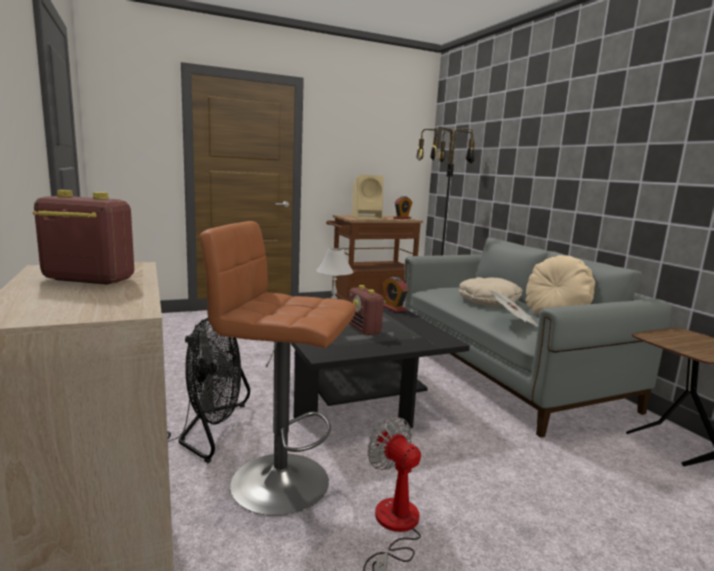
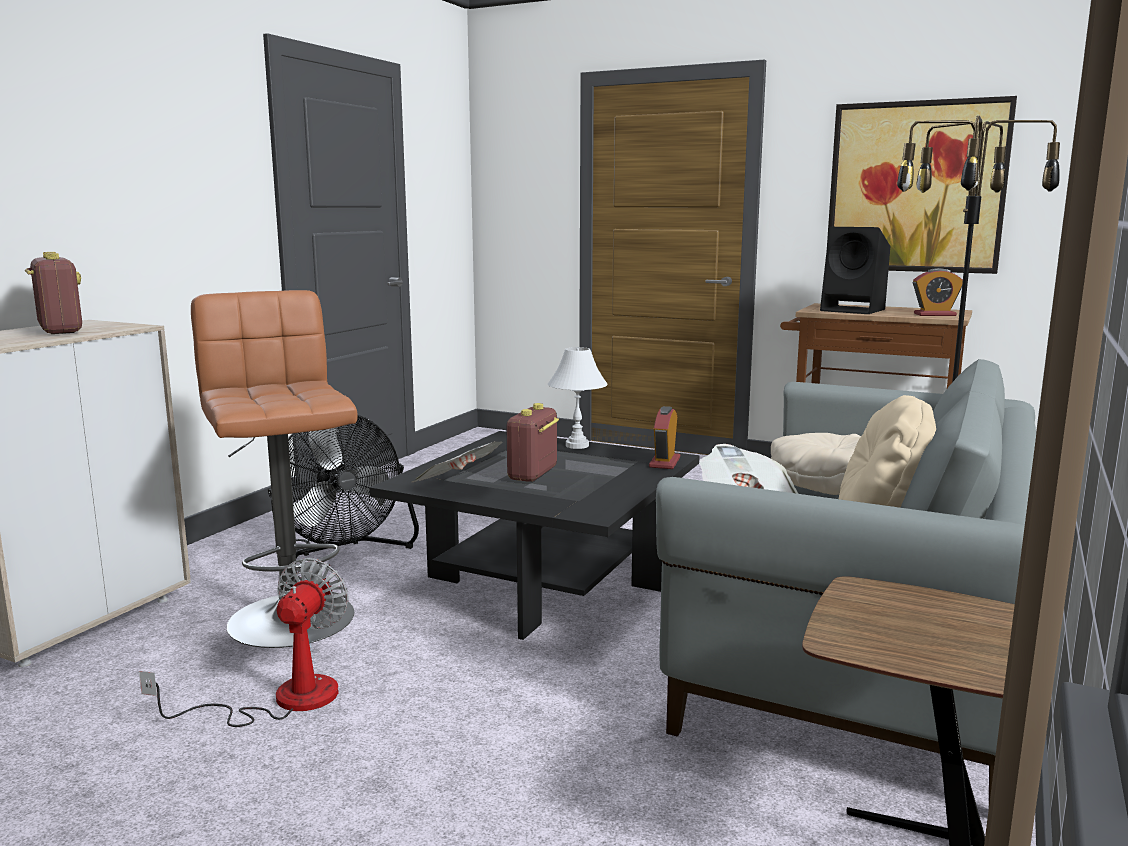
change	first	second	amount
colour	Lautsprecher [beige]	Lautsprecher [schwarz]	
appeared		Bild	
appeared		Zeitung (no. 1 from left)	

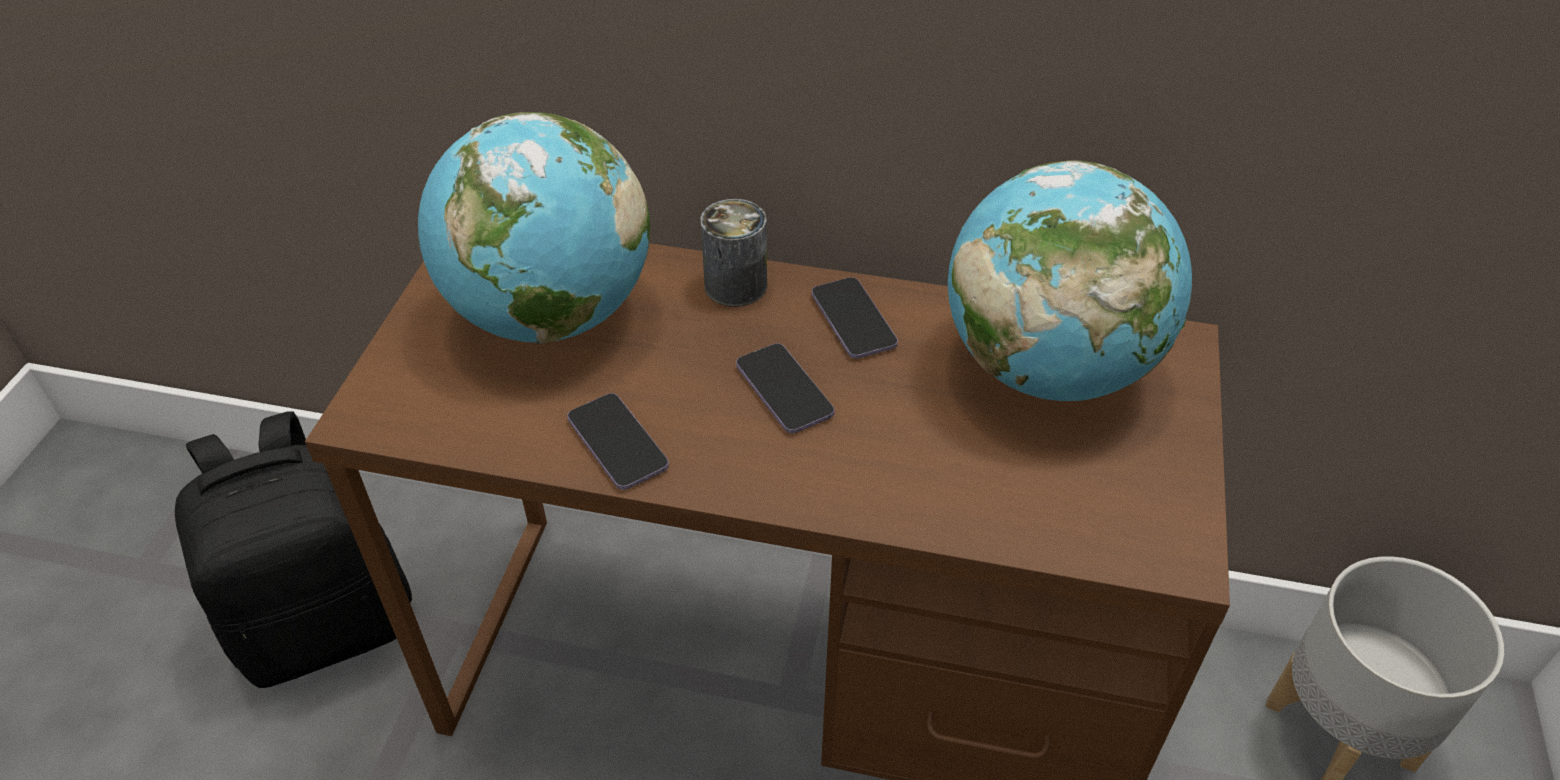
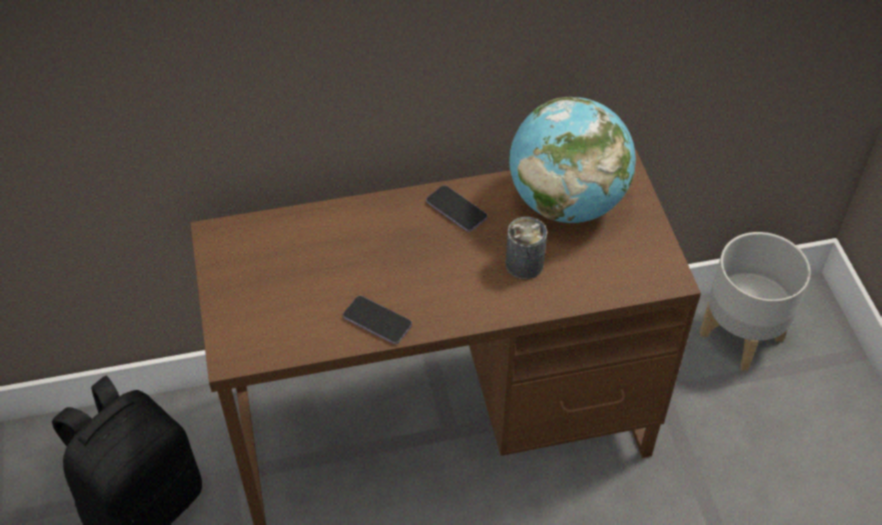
change	first	second	amount
missing	Globus (no. 1 from left)		
relocated	Dose		
missing	Handy (no. 2 from left)		

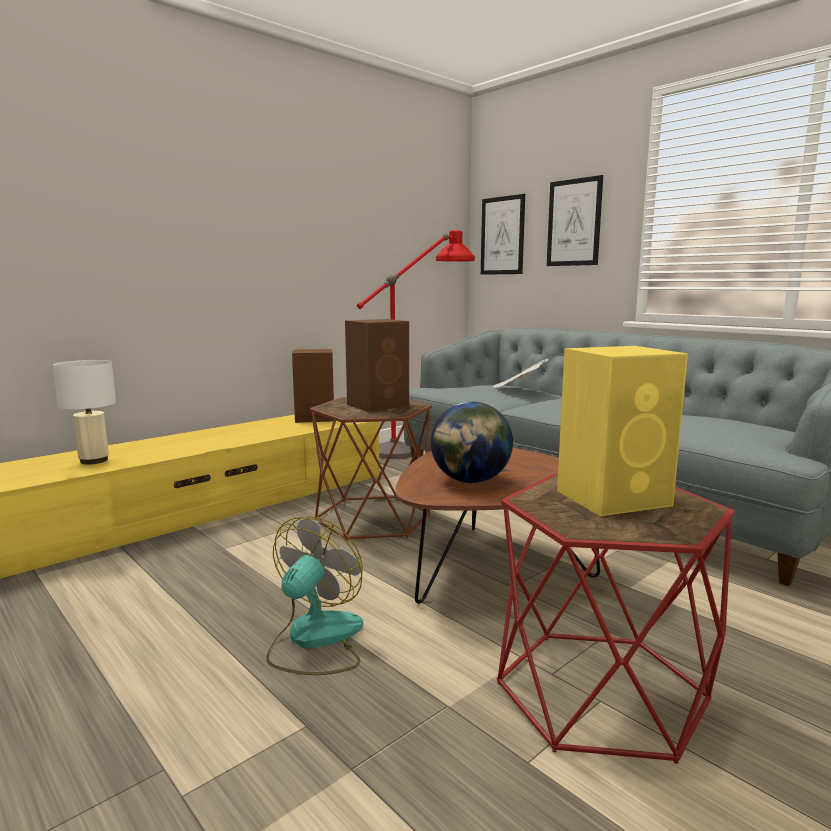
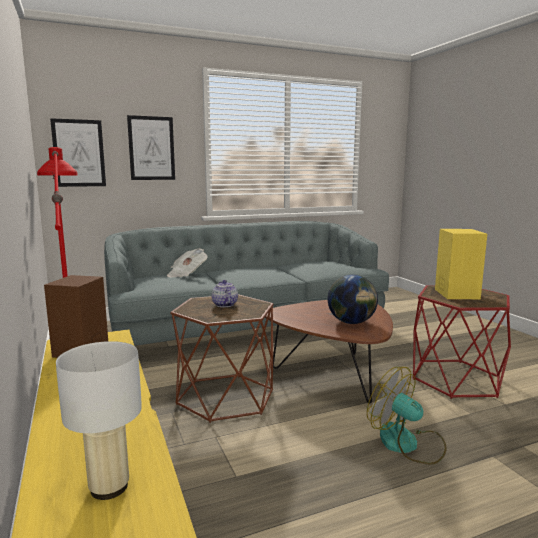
change	first	second	amount
exchanged	Lautsprecher [braun] (no. 2 from left)	Teekanne	

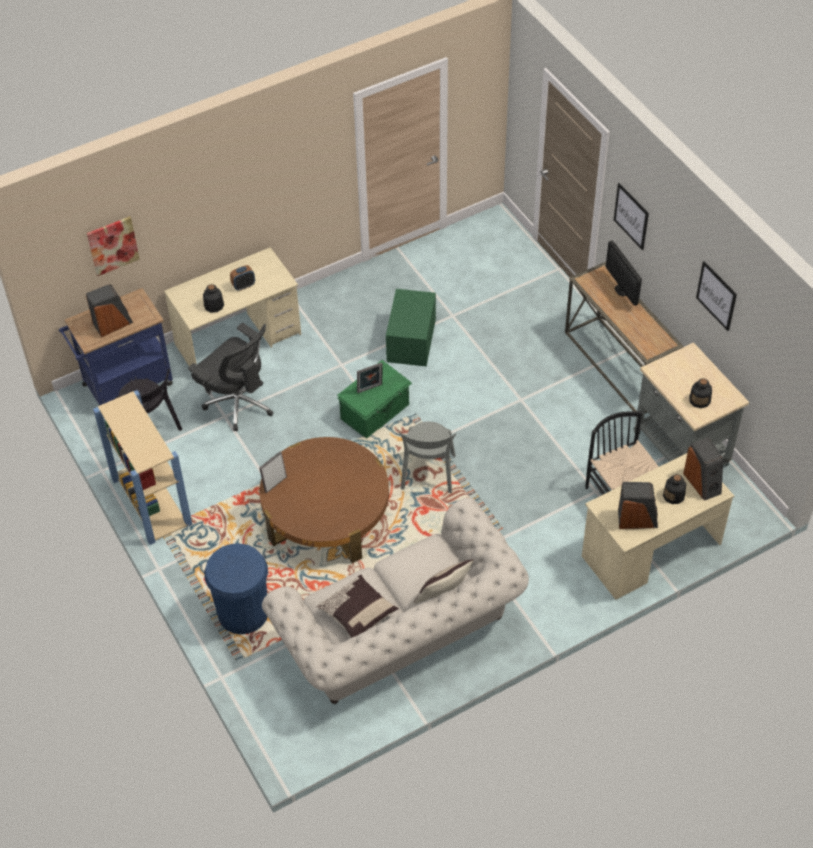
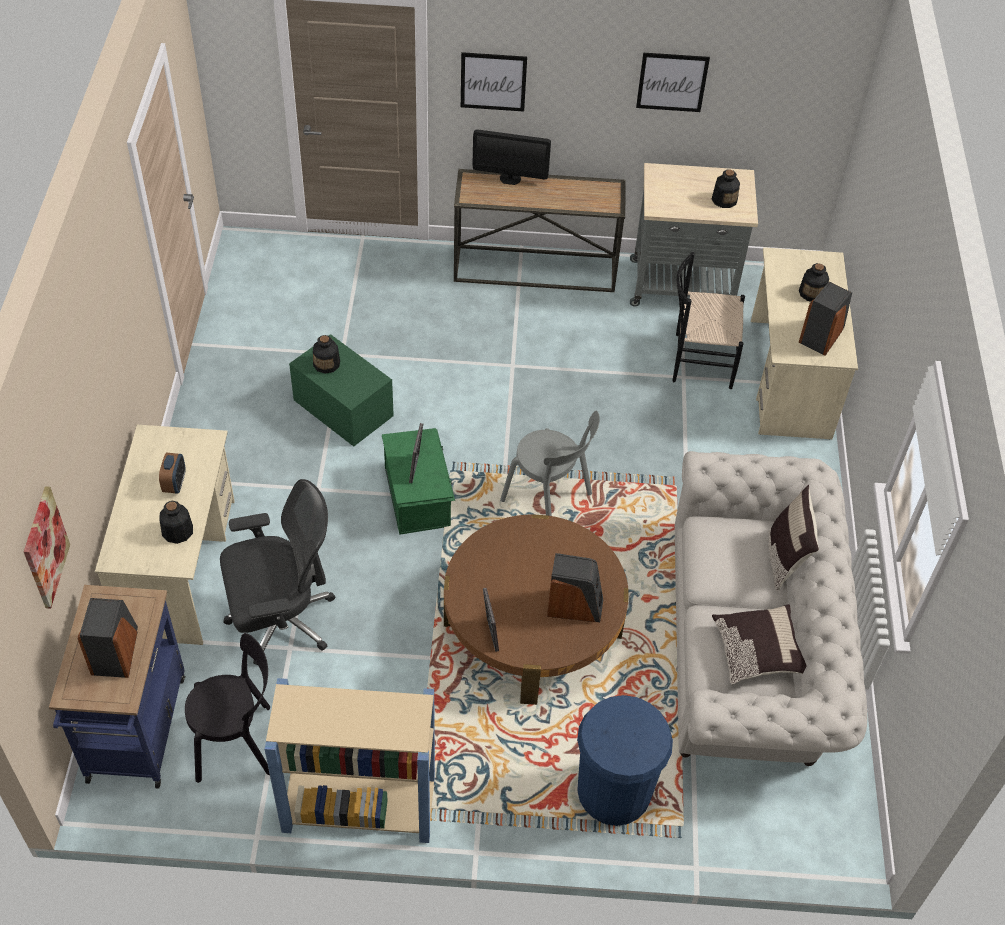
change	first	second	amount
relocated	Lautsprecher (no. 3 from left in the first image)	Lautsprecher (no. 2 from left)	
appeared		Flasche (no. 2 from left)	

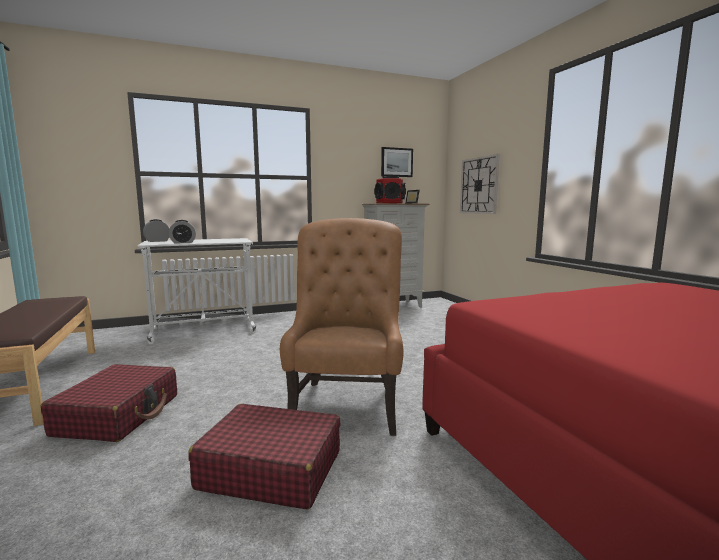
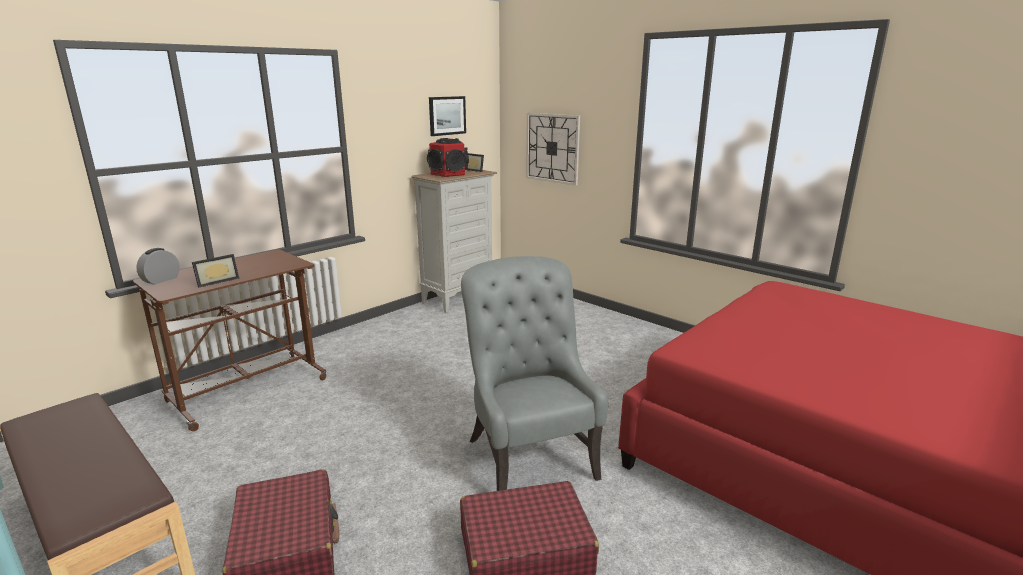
change	first	second	amount
colour	Stuhl [braun]	Stuhl [grau]	
exchanged	Wecker (no. 2 from left)	Bilderrahmen (no. 1 from left)	
colour	Schreibtisch [weiß]	Schreibtisch [braun]	

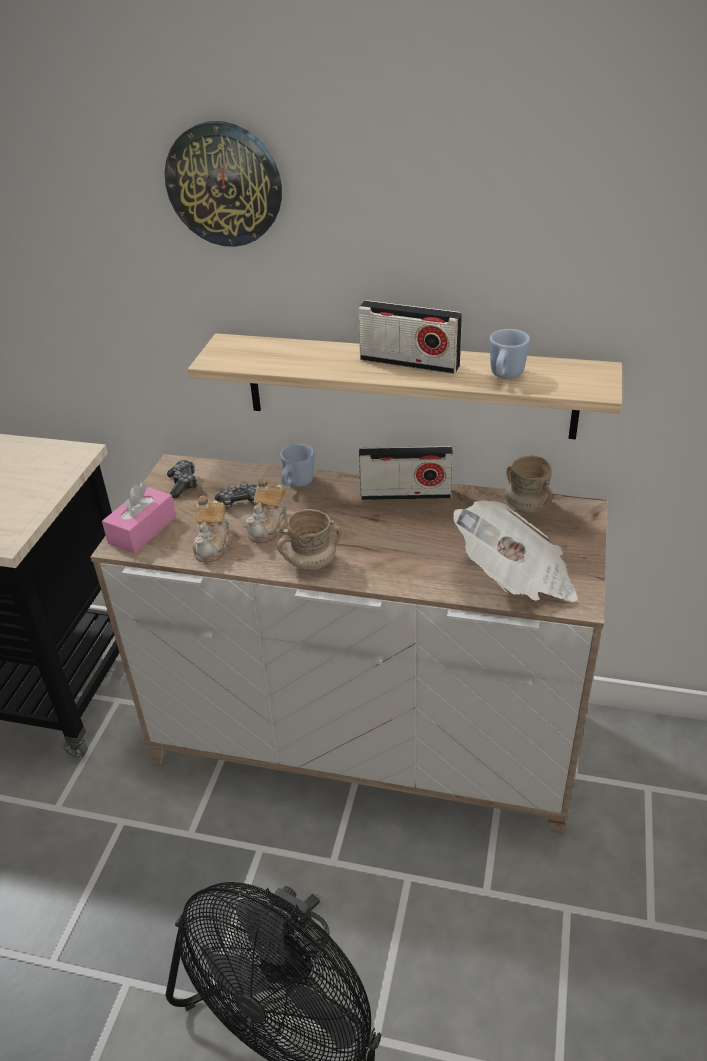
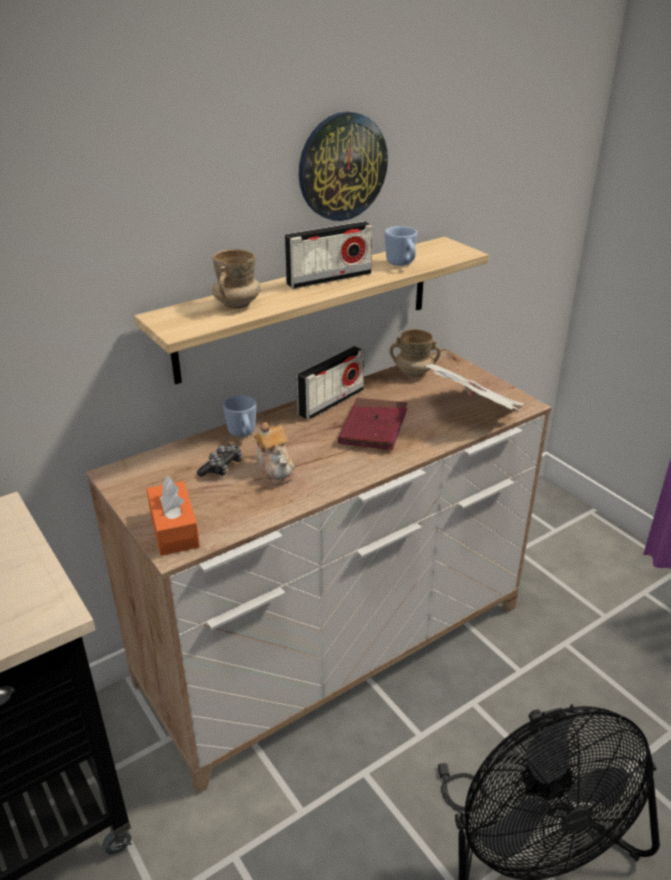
change	first	second	amount
relocated	Wanduhr		
missing	Gamepad (no. 1 from left)		
colour	Taschentuchbox [rosa]	Taschentuchbox [orange]	
missing	Teekanne (no. 1 from left)		
relocated	Henkelbecher [beige] (no. 1 from left)		
appeared		Buch [rot]	

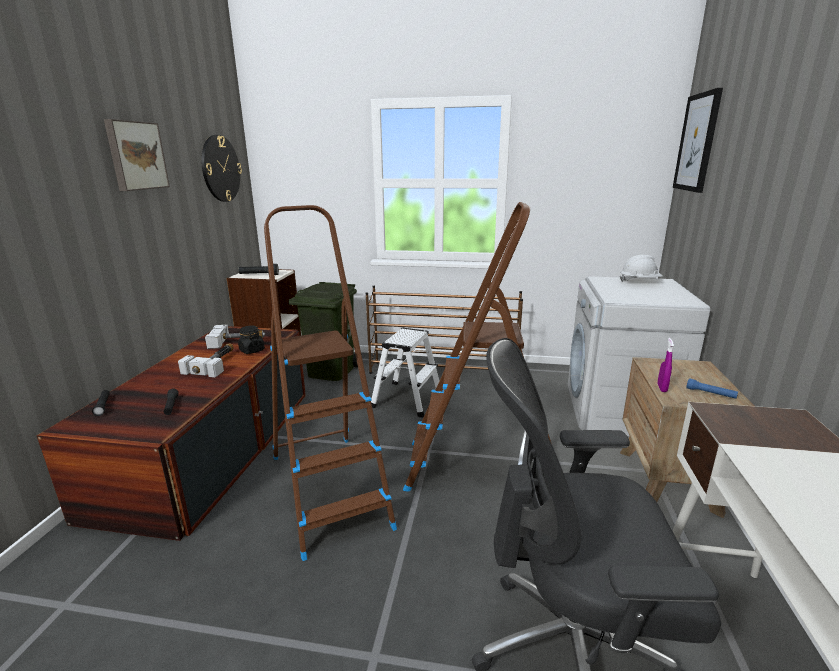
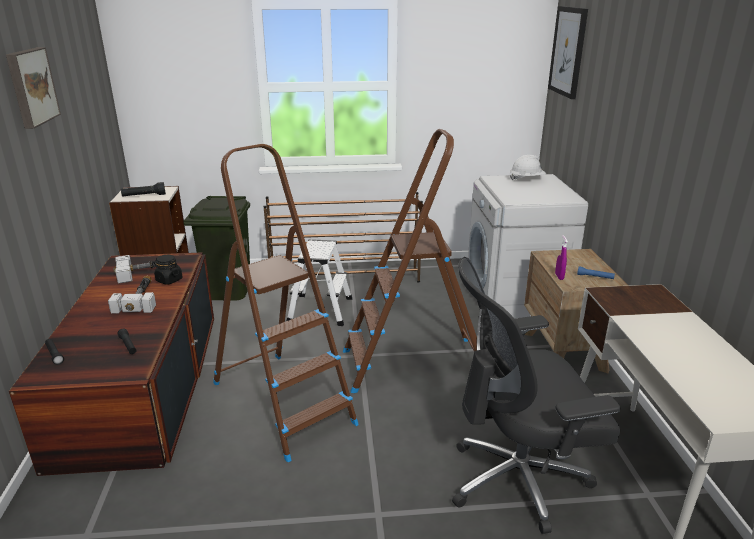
change	first	second	amount
missing	Wanduhr		

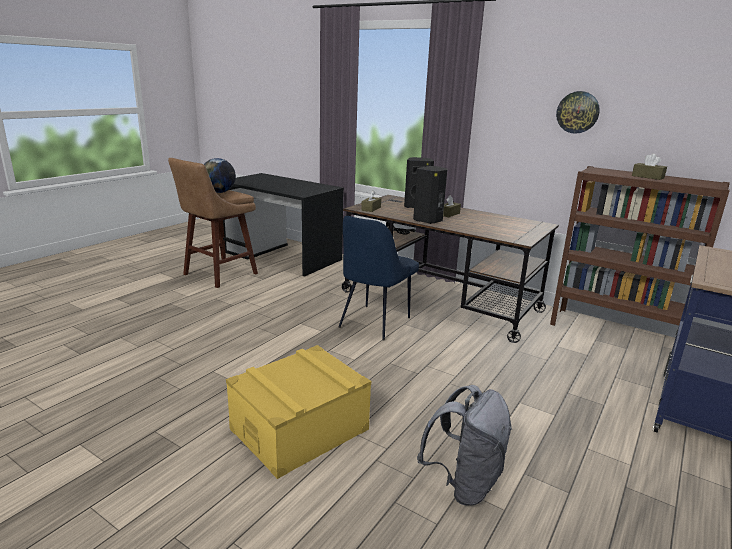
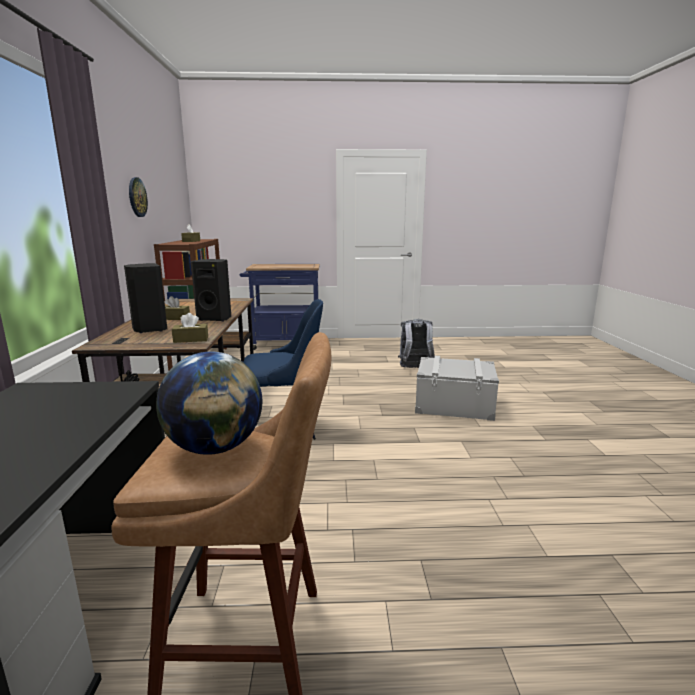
change	first	second	amount
colour	Aufbewahrungsbox [gelb]	Aufbewahrungsbox [grau]	

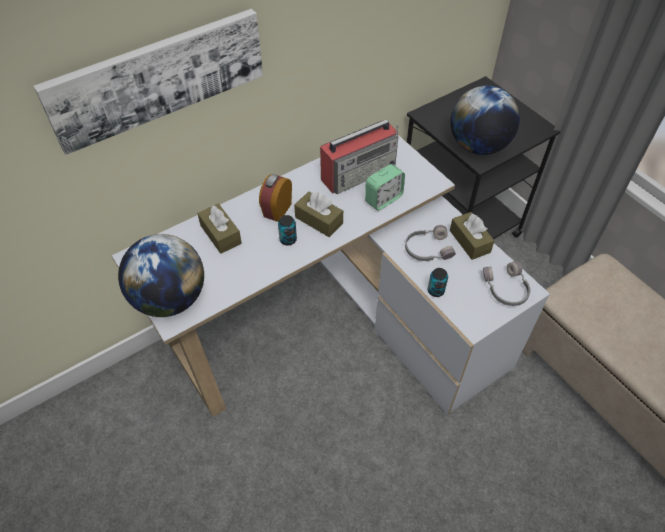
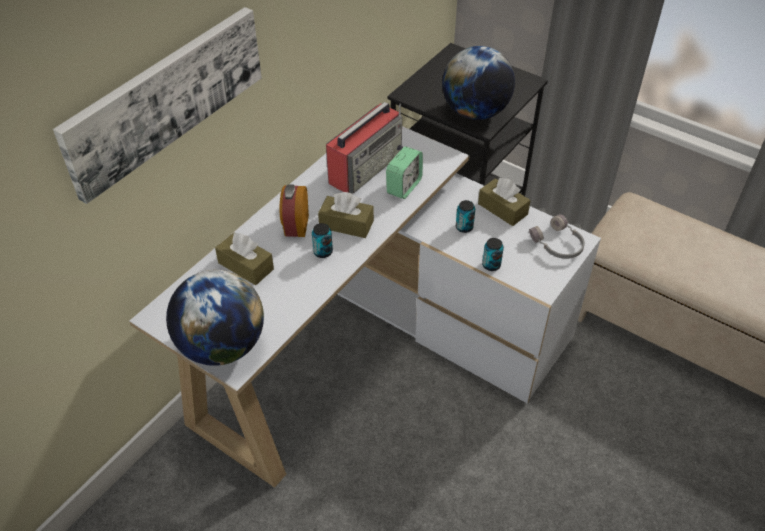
change	first	second	amount
exchanged	Kopfhörer [grau] (no. 1 from left)	Dose (no. 2 from left)	

